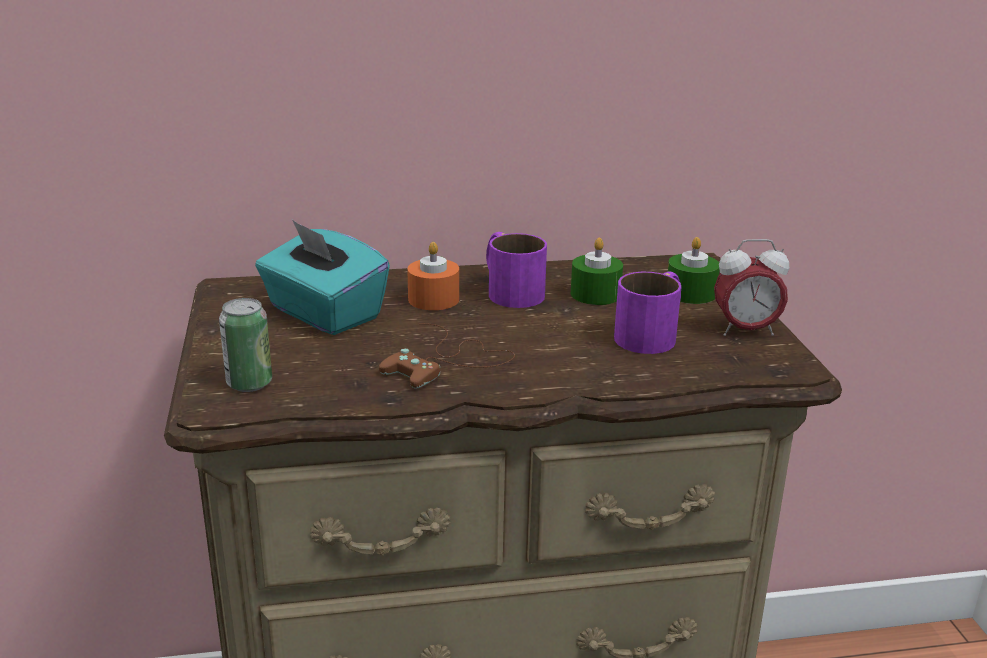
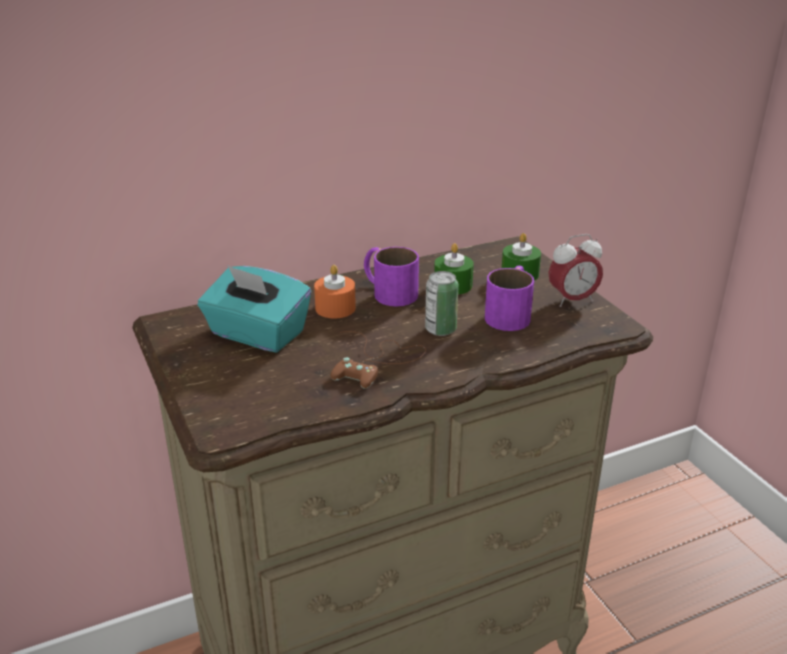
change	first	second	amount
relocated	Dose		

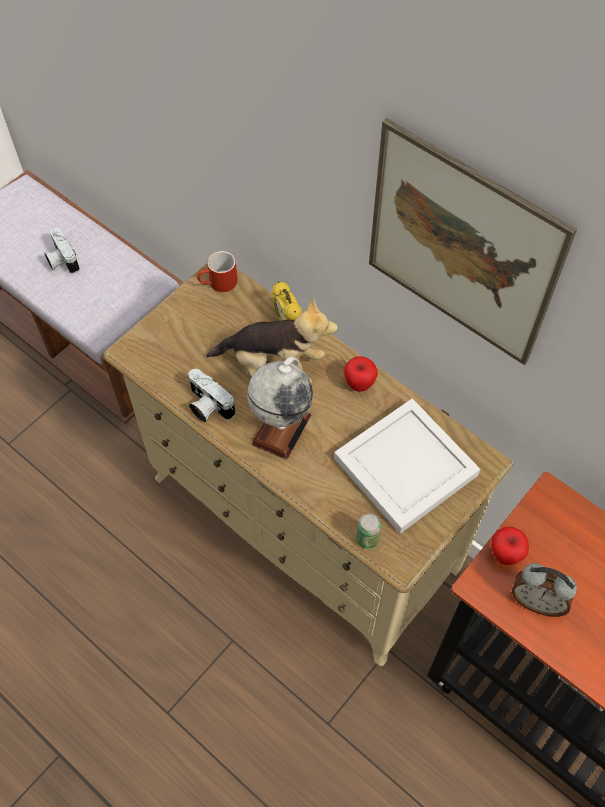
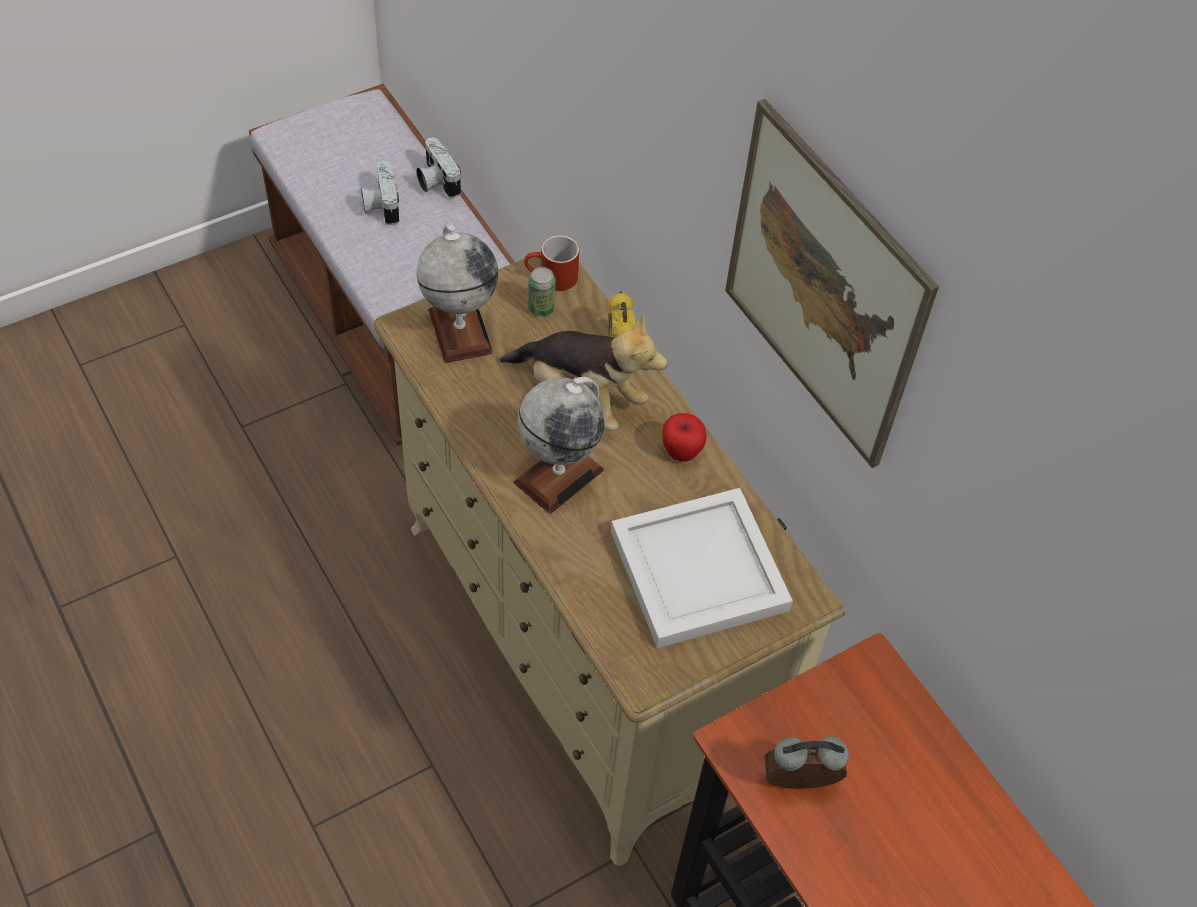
change	first	second	amount
relocated	Kamera (no. 2 from left)		
relocated	Dose		
missing	Apfel (no. 2 from left)		
spun	Wecker (no. 2 from left)		135 degrees clockwise
appeared		Globus (no. 1 from left)	

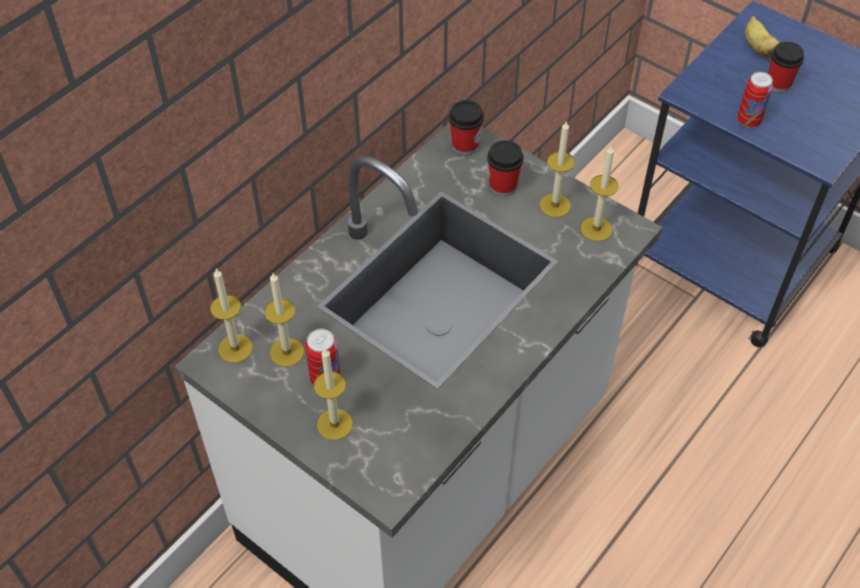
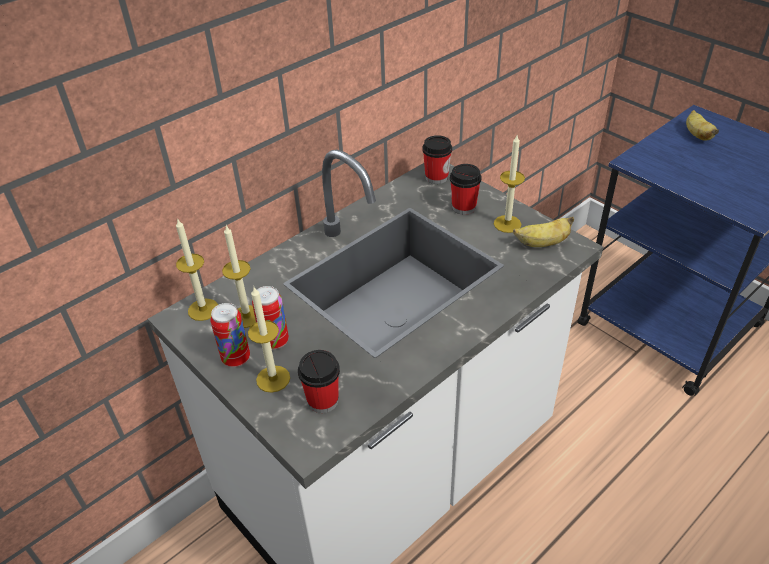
change	first	second	amount
relocated	Tasse (no. 3 from left in the first image)	Tasse (no. 1 from left)	
relocated	Dose (no. 2 from left in the first image)	Dose (no. 1 from left)	
exchanged	Kerze (no. 5 from left)	Banane (no. 1 from left)	

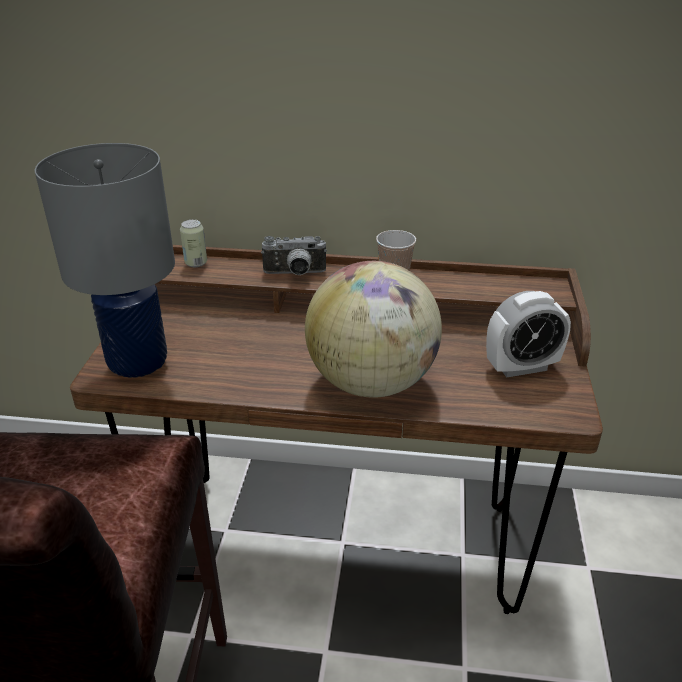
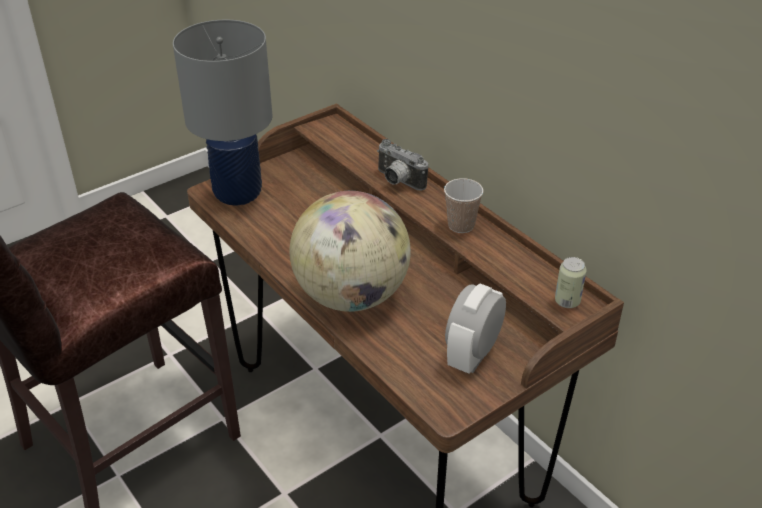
change	first	second	amount
relocated	Dose		
spun	Wecker		90 degrees clockwise

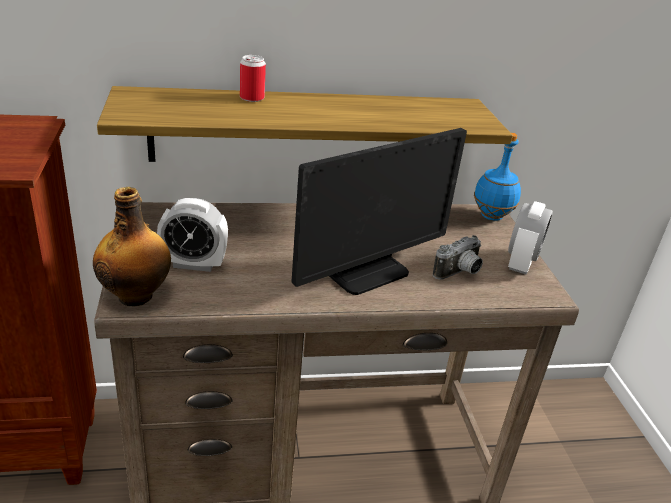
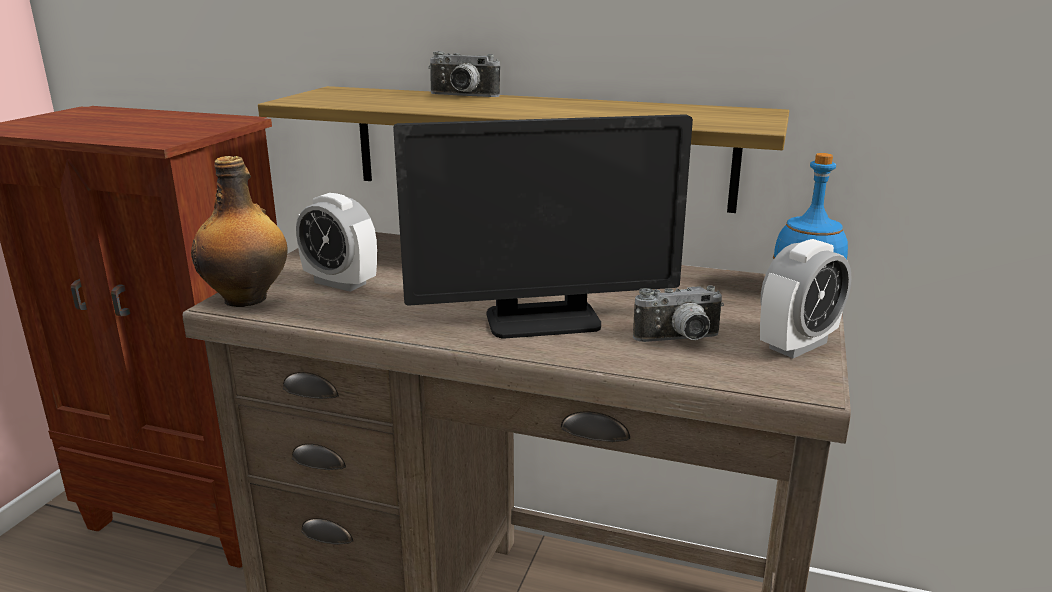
change	first	second	amount
exchanged	Dose	Kamera (no. 1 from left)	

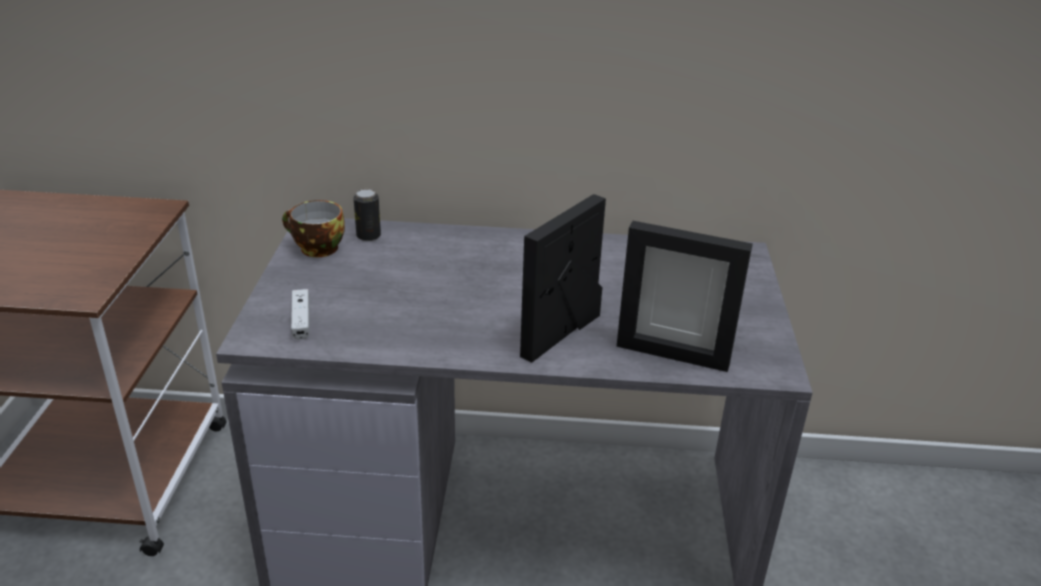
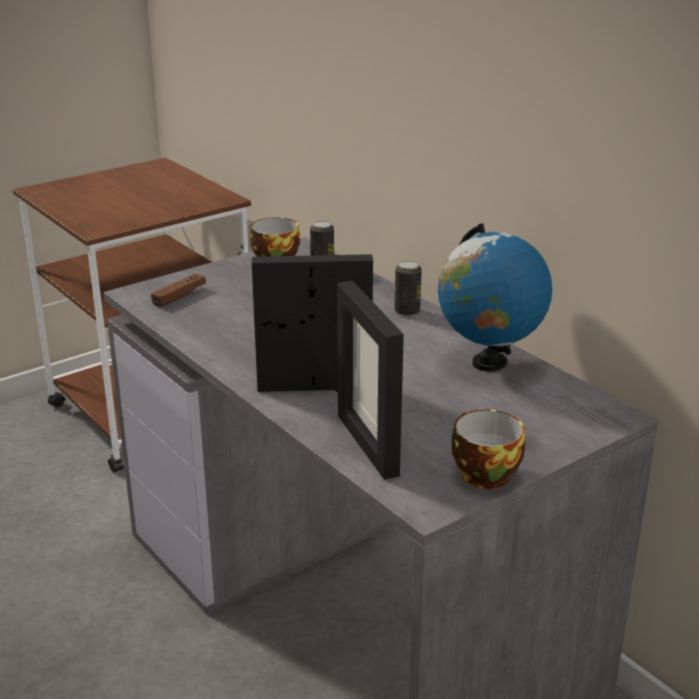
change	first	second	amount
colour	Gamepad [weiß]	Gamepad [braun]	
appeared		Globus	
appeared		Dose (no. 2 from left)	
appeared		Tasse (no. 2 from left)	

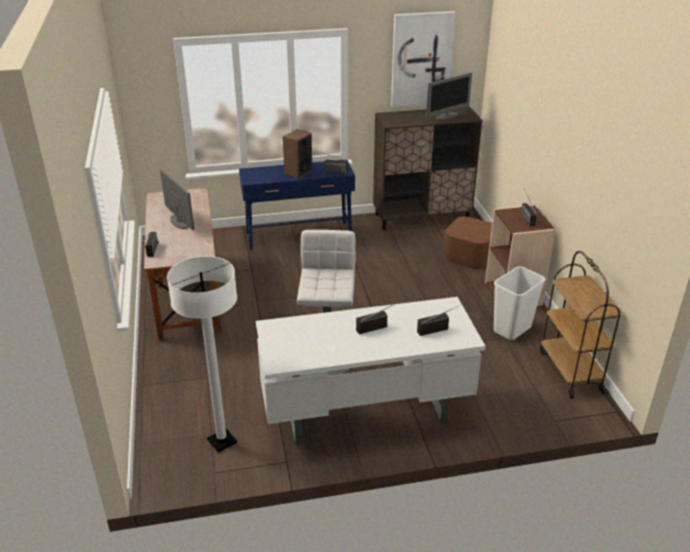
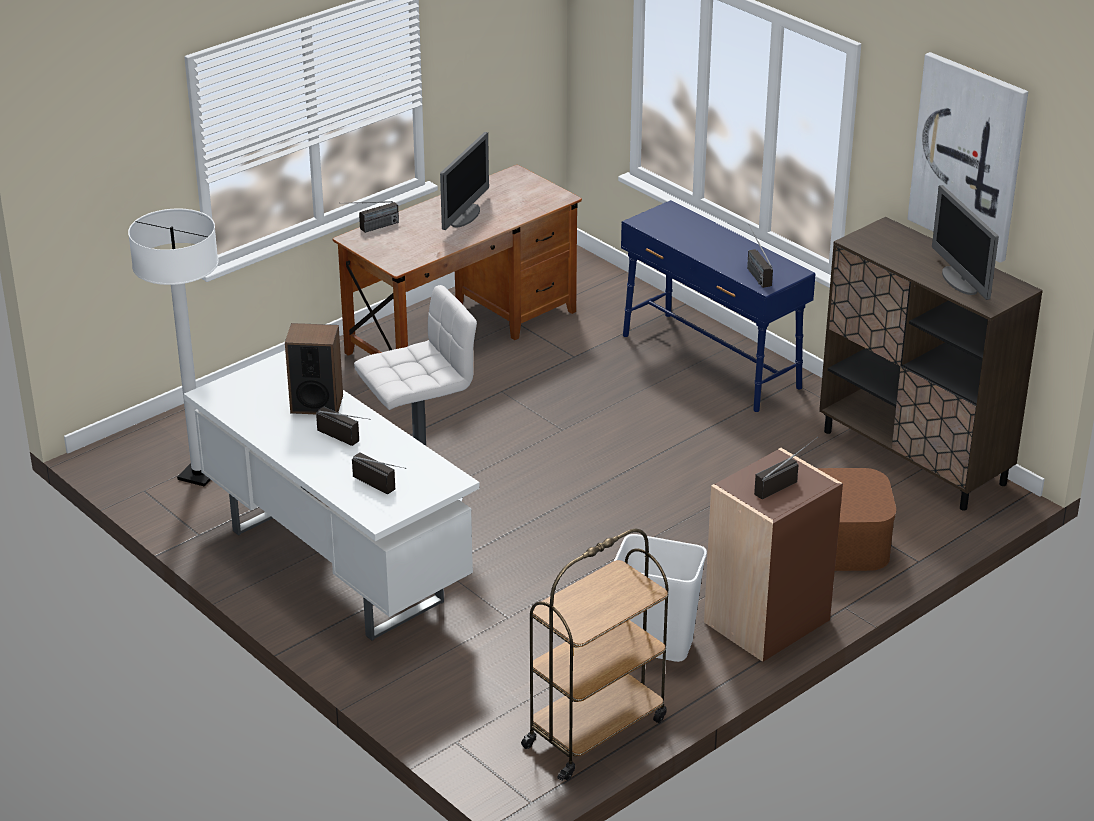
change	first	second	amount
spun	Monitor (no. 2 from left)		45 degrees clockwise
relocated	Lautsprecher		

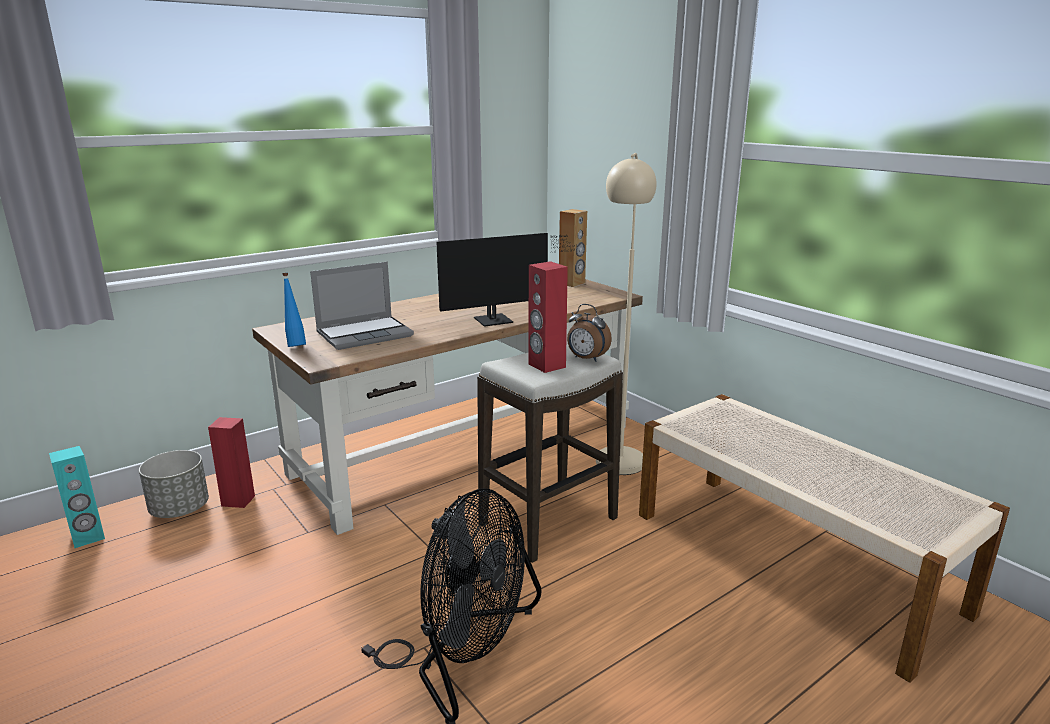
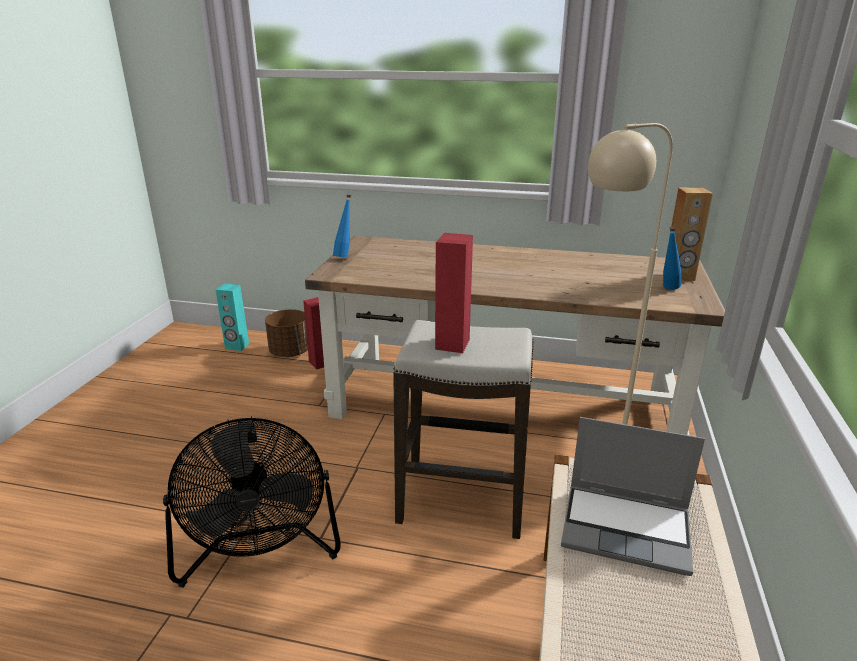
change	first	second	amount
missing	Monitor		
relocated	Laptop		
missing	Wecker		
colour	Pflanzkübel [grau]	Pflanzkübel [braun]	
appeared		Flasche [blau] (no. 2 from left)	

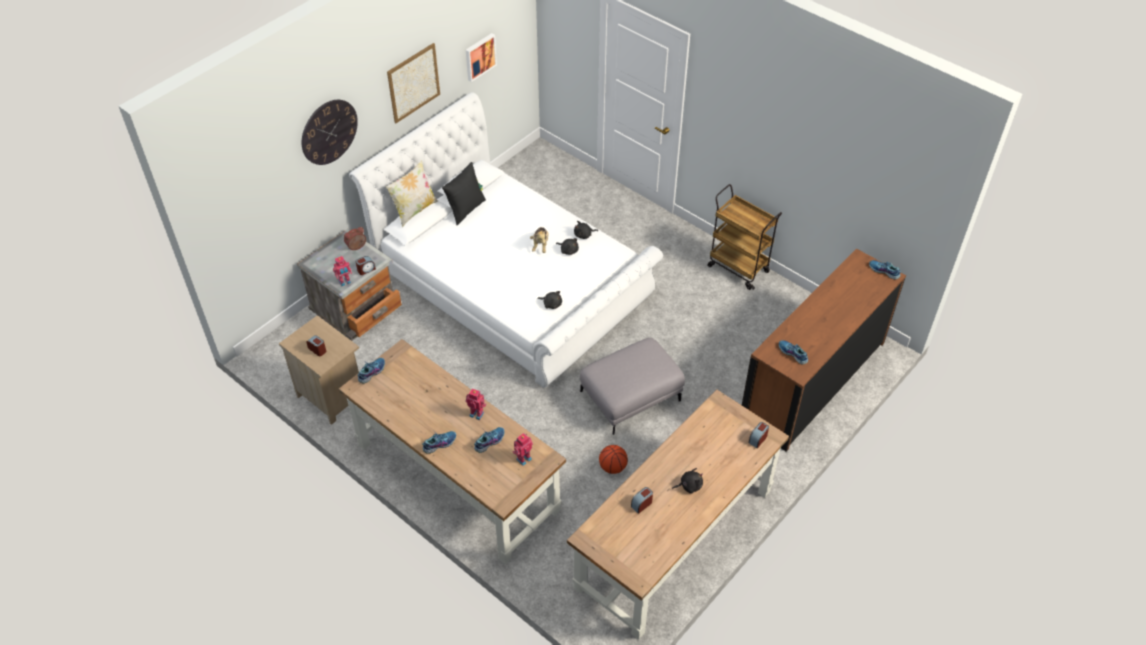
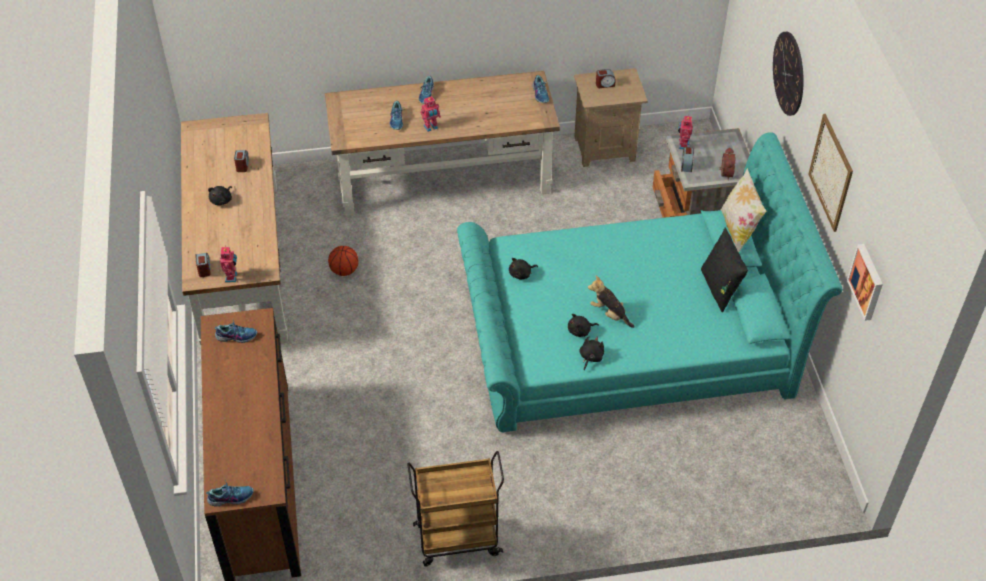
change	first	second	amount
colour	Bett [weiß]	Bett [türkis]	
missing	Polsterhocker [grau]		
relocated	Spielzeugroboter (no. 3 from left in the first image)	Spielzeugroboter (no. 1 from left)	

